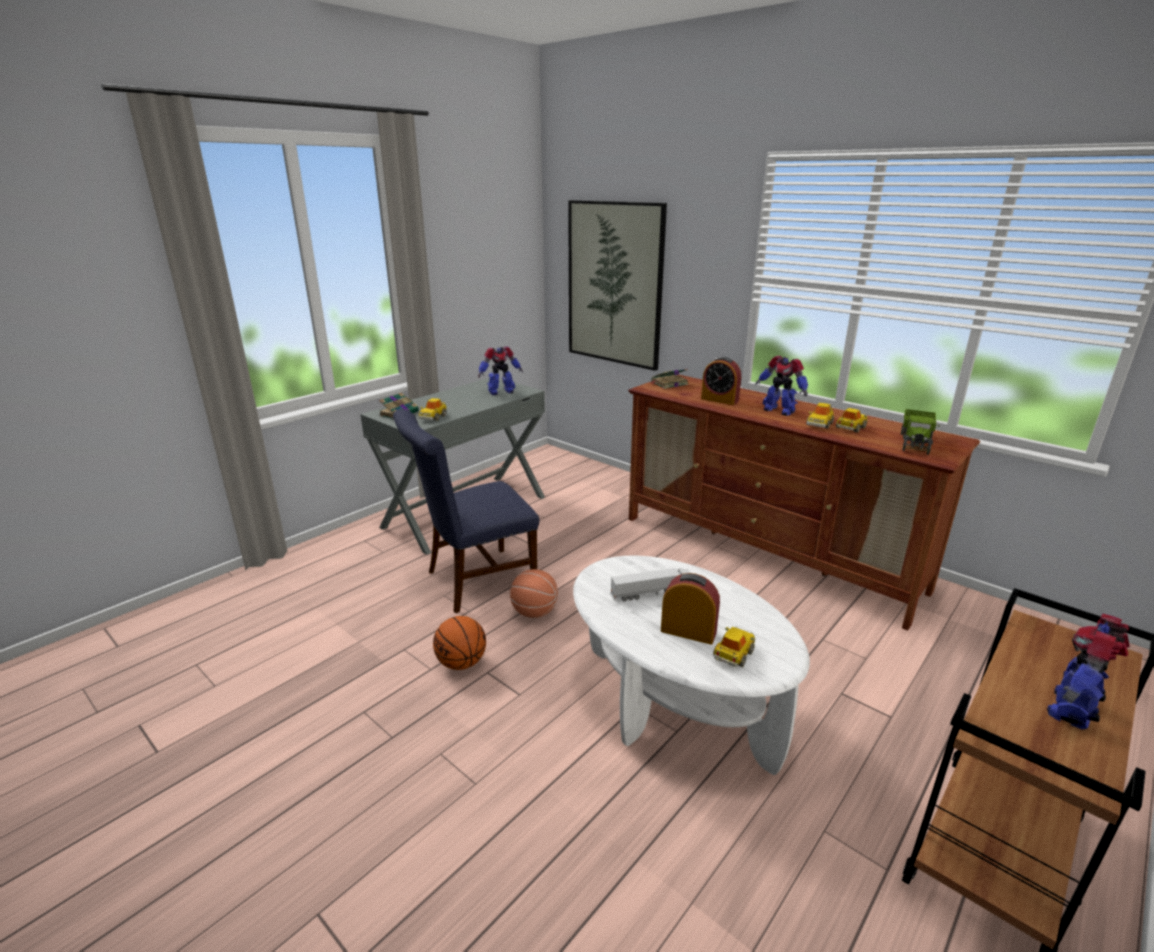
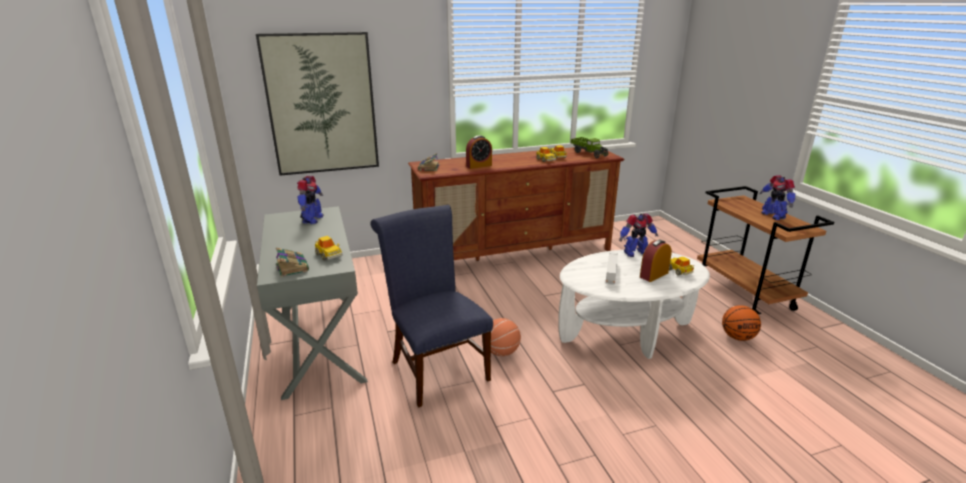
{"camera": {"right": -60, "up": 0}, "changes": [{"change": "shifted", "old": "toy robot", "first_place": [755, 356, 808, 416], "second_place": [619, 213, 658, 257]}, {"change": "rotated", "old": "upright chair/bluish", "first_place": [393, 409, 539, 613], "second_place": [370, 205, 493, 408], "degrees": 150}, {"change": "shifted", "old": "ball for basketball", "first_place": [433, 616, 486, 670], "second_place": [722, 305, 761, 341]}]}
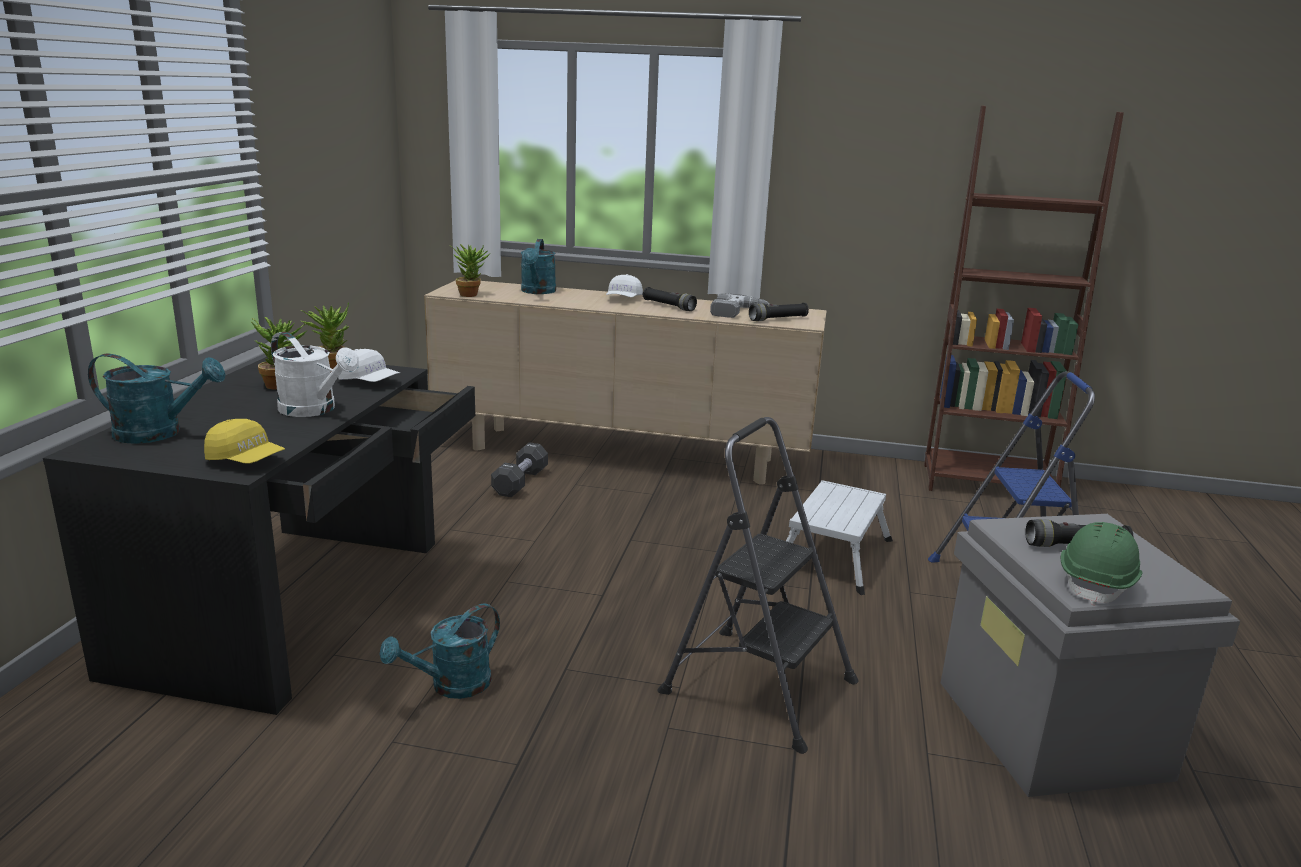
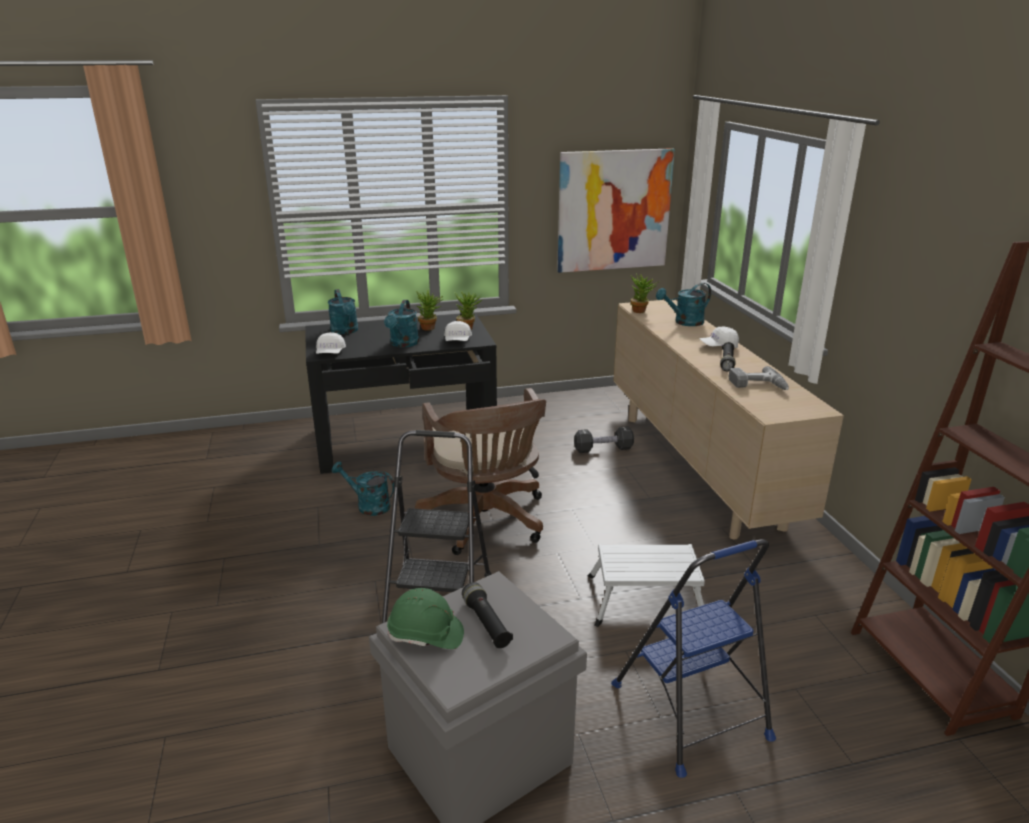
{"camera": {"right": 65, "up": 5}, "changes": [{"change": "gone", "old": "hand torch/black-coloured", "first_place": [749, 303, 809, 321]}, {"change": "repainted", "old": "sprinkling can/white", "new": "sprinkling can/blue-green", "first_place": [271, 332, 359, 417], "second_place": [384, 300, 419, 347]}, {"change": "repainted", "old": "peaked cap/yellowish", "new": "peaked cap/white", "first_place": [204, 419, 285, 464], "second_place": [316, 332, 346, 354]}, {"change": "new", "new": "picture", "second_place": [557, 148, 675, 273]}, {"change": "new", "new": "computer chair/brown", "second_place": [415, 388, 546, 555]}]}
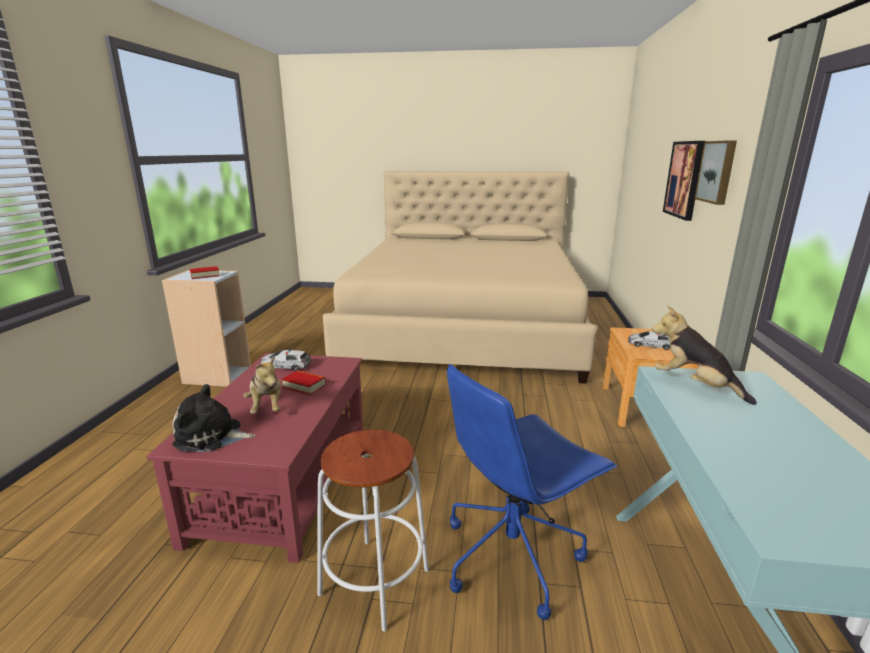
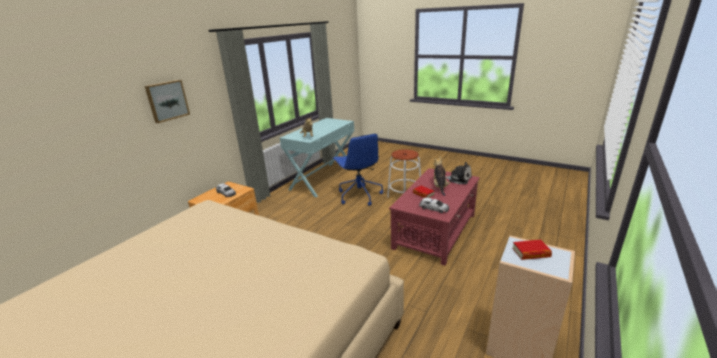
{"camera": {"right": -155, "up": 5}, "changes": [{"change": "gone", "old": "picture", "first_place": [663, 141, 704, 221]}, {"change": "rotated", "old": "computer chair/bluish", "first_place": [447, 364, 617, 620], "second_place": [333, 134, 383, 206], "degrees": 75}]}
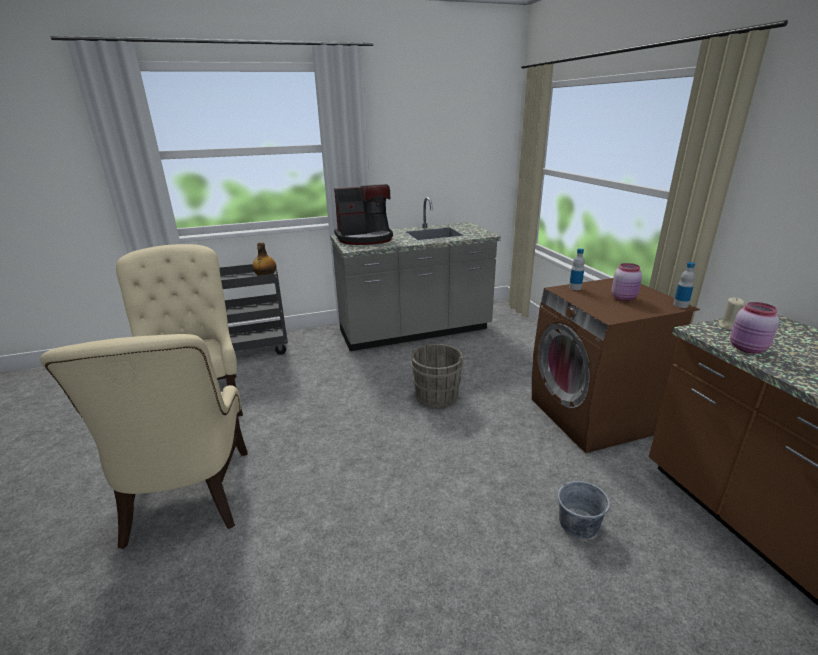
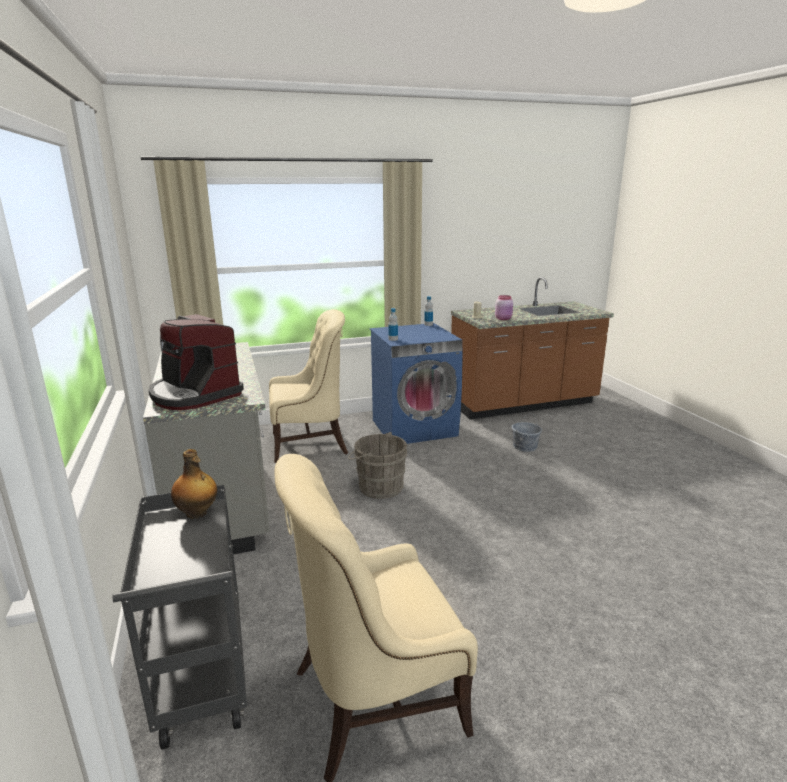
{"camera": {"right": -90, "up": -5}, "changes": [{"change": "rotated", "old": "coffee machine", "first_place": [334, 184, 393, 245], "second_place": [149, 314, 244, 410], "degrees": 150}, {"change": "gone", "old": "jar/pinkish", "first_place": [611, 263, 642, 301]}, {"change": "repainted", "old": "washing machine/brown", "new": "washing machine/bluish", "first_place": [532, 278, 700, 453], "second_place": [369, 323, 462, 444]}, {"change": "shifted", "old": "upright chair/sand-coloured", "first_place": [40, 334, 248, 549], "second_place": [269, 309, 348, 463]}]}
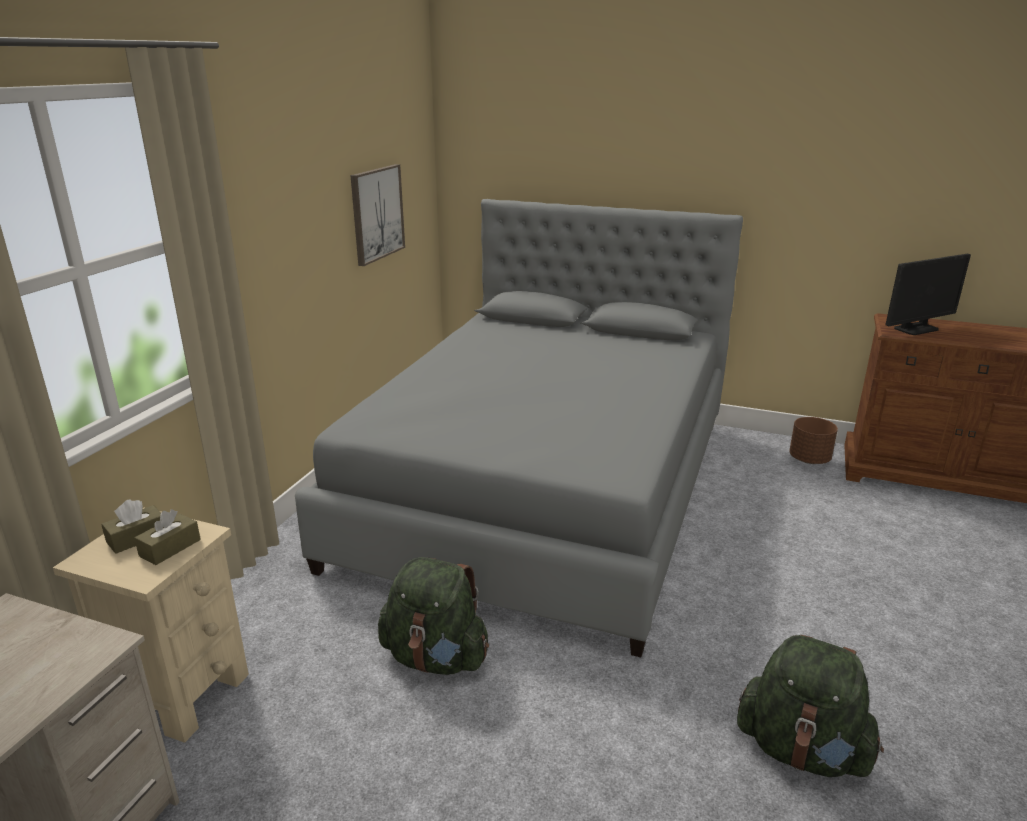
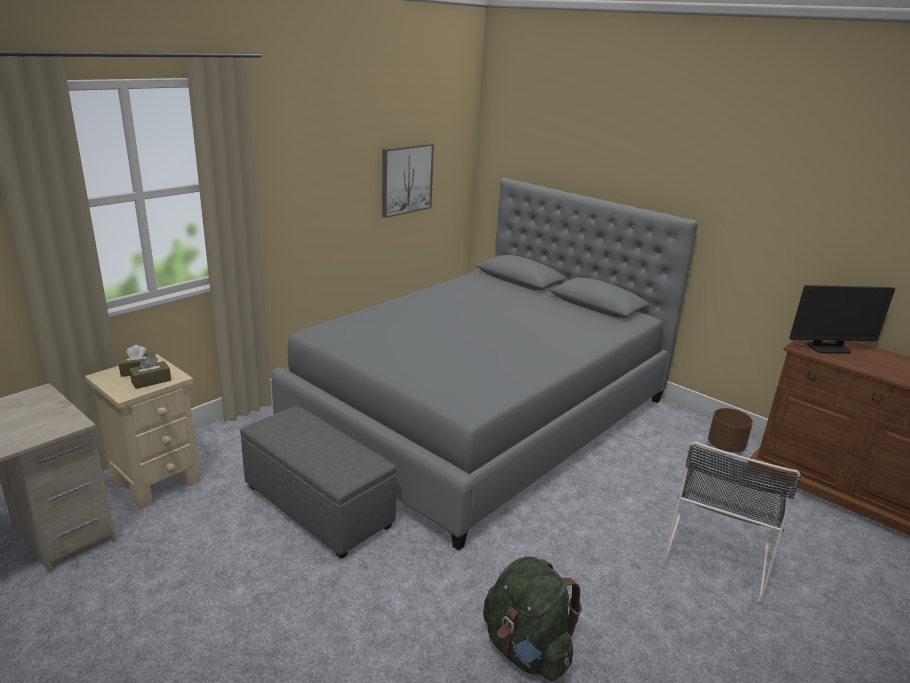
{"camera": {"right": 20, "up": 0}, "changes": [{"change": "swapped", "old": "backpack/green-coloured", "new": "ottoman/grey", "first_place": [378, 557, 489, 675], "second_place": [240, 406, 396, 559]}, {"change": "new", "new": "upright chair/black-coloured", "second_place": [661, 442, 801, 604]}]}
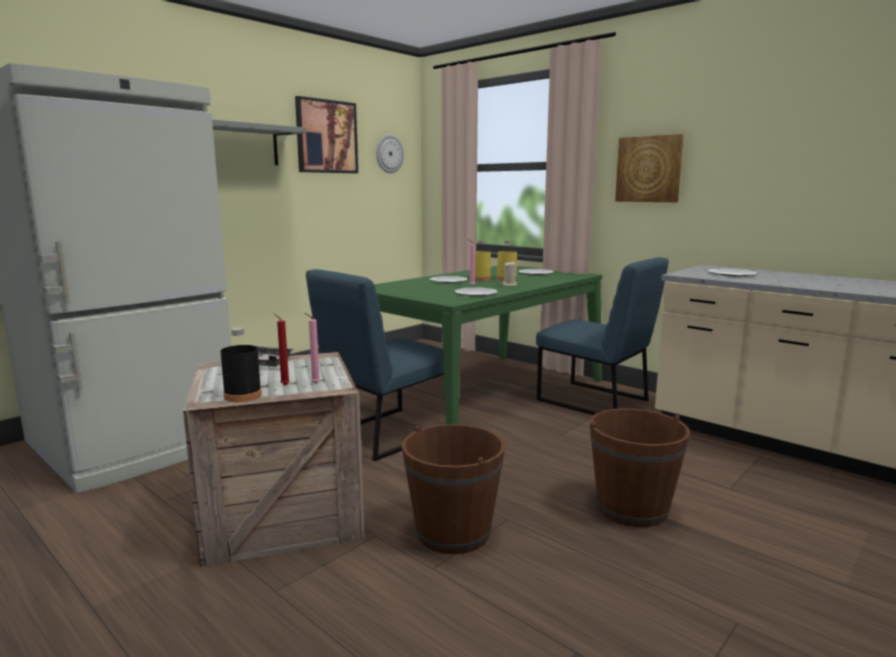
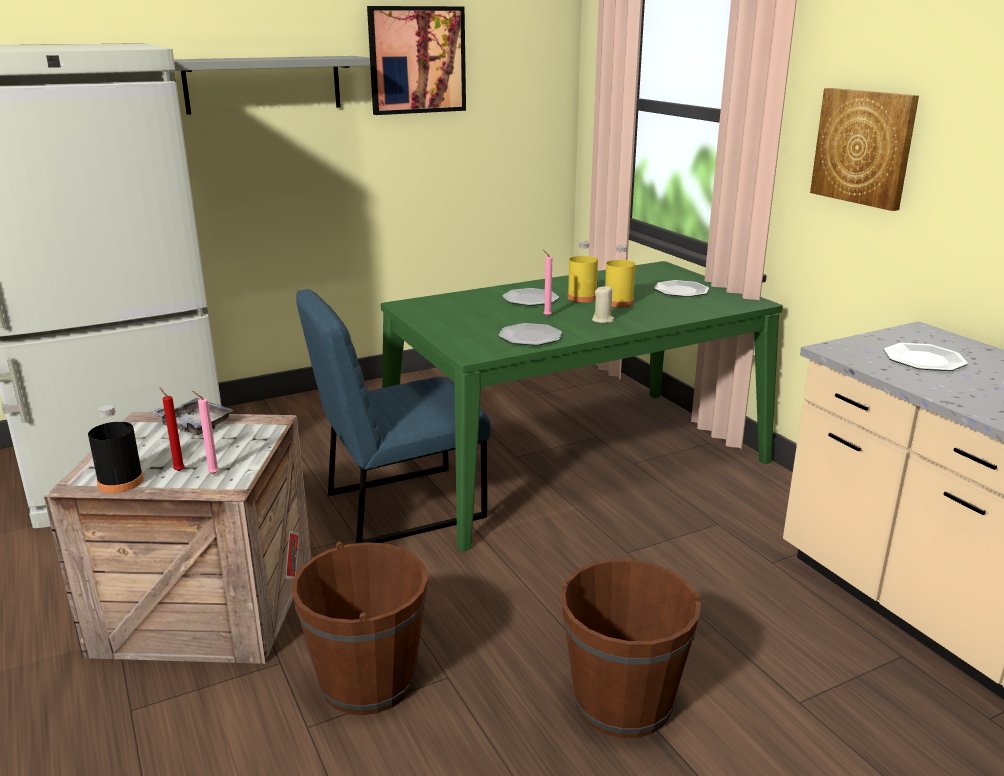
{"camera": {"right": 20, "up": 10}, "changes": [{"change": "gone", "old": "wall clock", "first_place": [376, 135, 404, 173]}, {"change": "gone", "old": "upright chair/bluish", "first_place": [536, 257, 669, 415]}]}
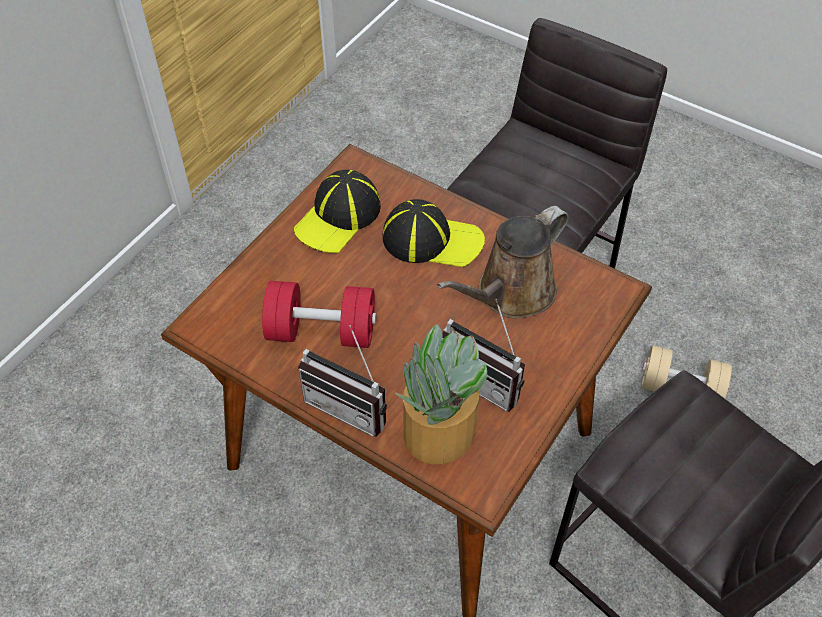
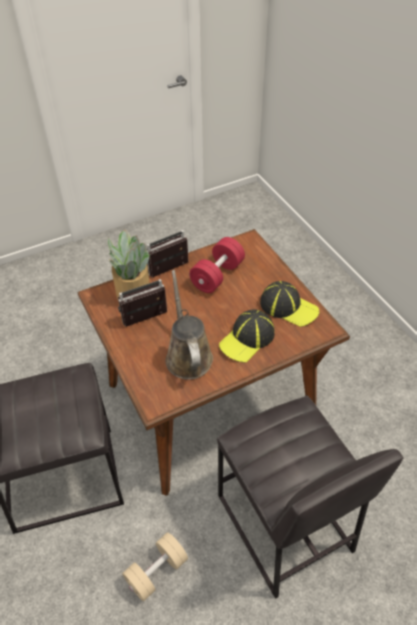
{"camera": {"right": 120, "up": -5}, "changes": [{"change": "rotated", "old": "peaked cap", "first_place": [294, 170, 381, 253], "second_place": [260, 281, 319, 327], "degrees": 150}]}
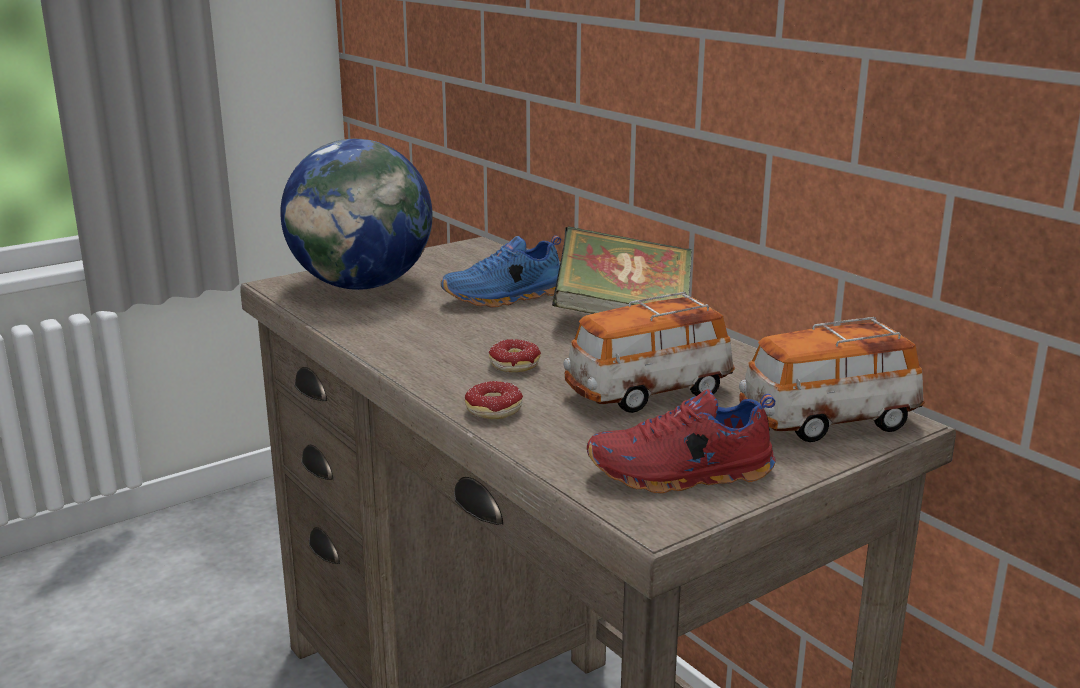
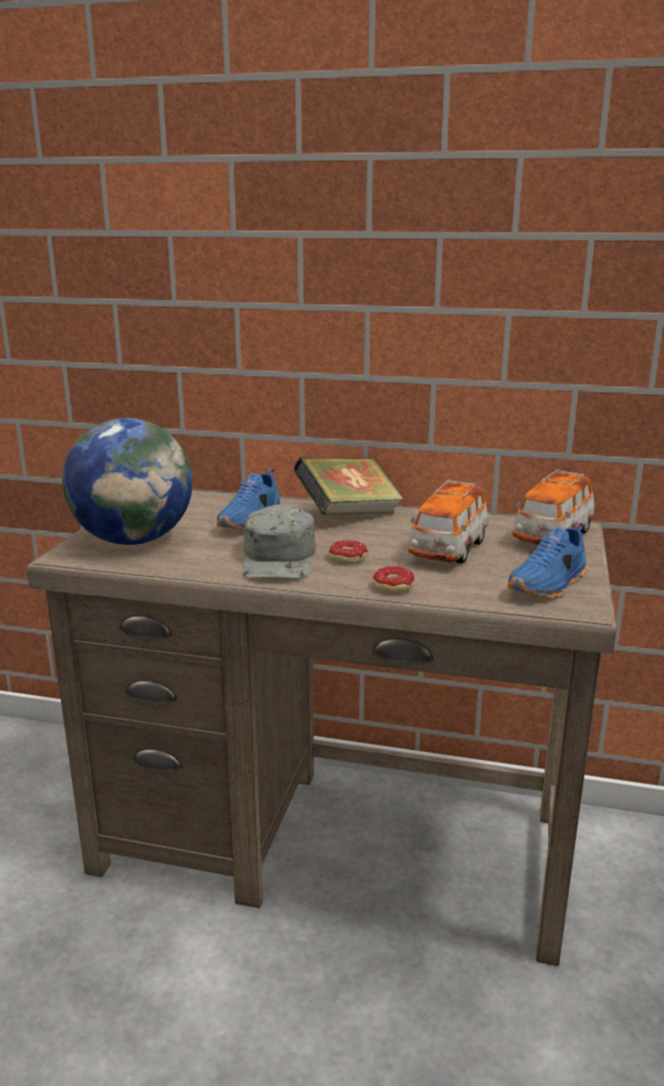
{"camera": {"right": -40, "up": 0}, "changes": [{"change": "repainted", "old": "low shoe/reddish", "new": "low shoe/bluish", "first_place": [587, 389, 776, 494], "second_place": [507, 522, 586, 599]}, {"change": "new", "new": "peaked cap/grey", "second_place": [242, 504, 316, 579]}]}
